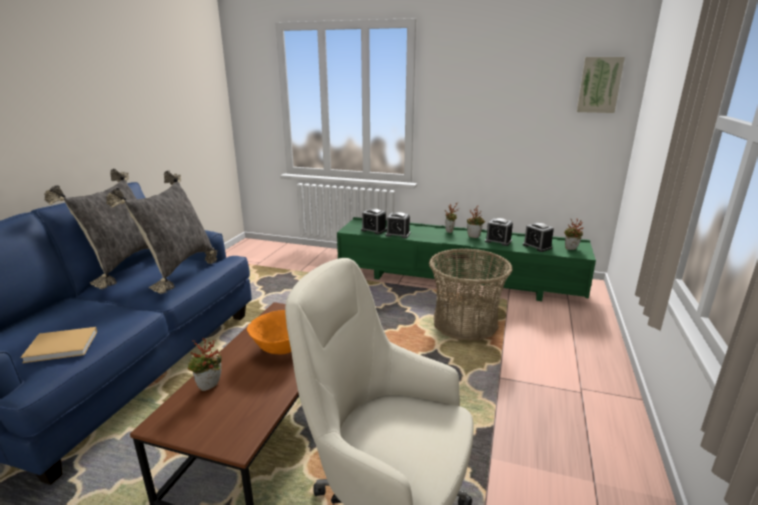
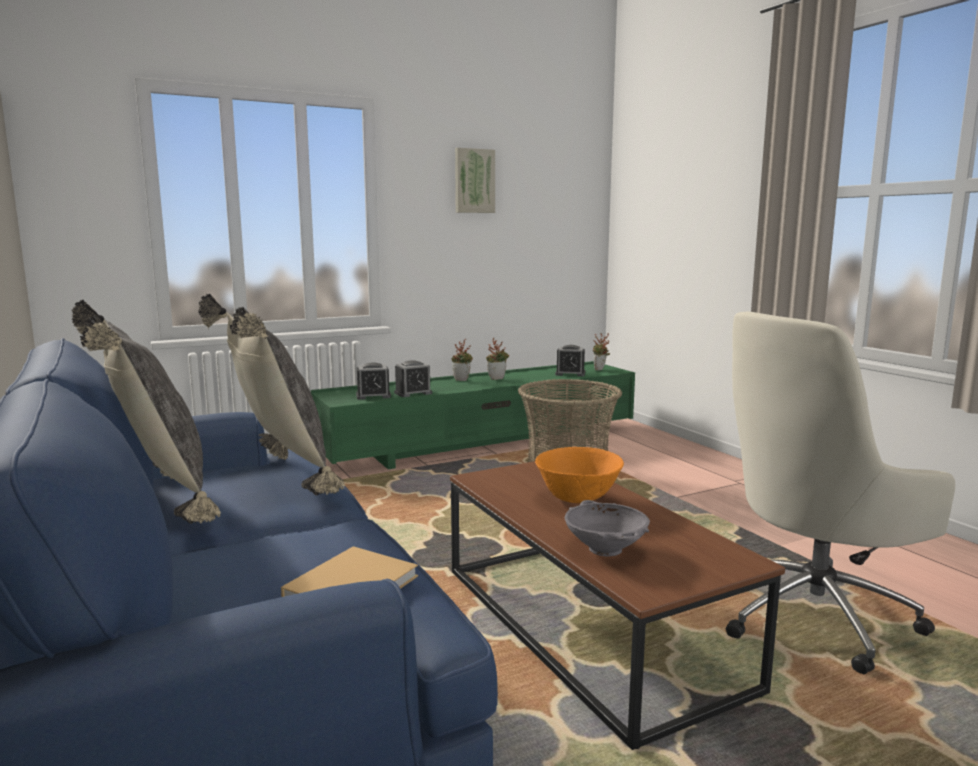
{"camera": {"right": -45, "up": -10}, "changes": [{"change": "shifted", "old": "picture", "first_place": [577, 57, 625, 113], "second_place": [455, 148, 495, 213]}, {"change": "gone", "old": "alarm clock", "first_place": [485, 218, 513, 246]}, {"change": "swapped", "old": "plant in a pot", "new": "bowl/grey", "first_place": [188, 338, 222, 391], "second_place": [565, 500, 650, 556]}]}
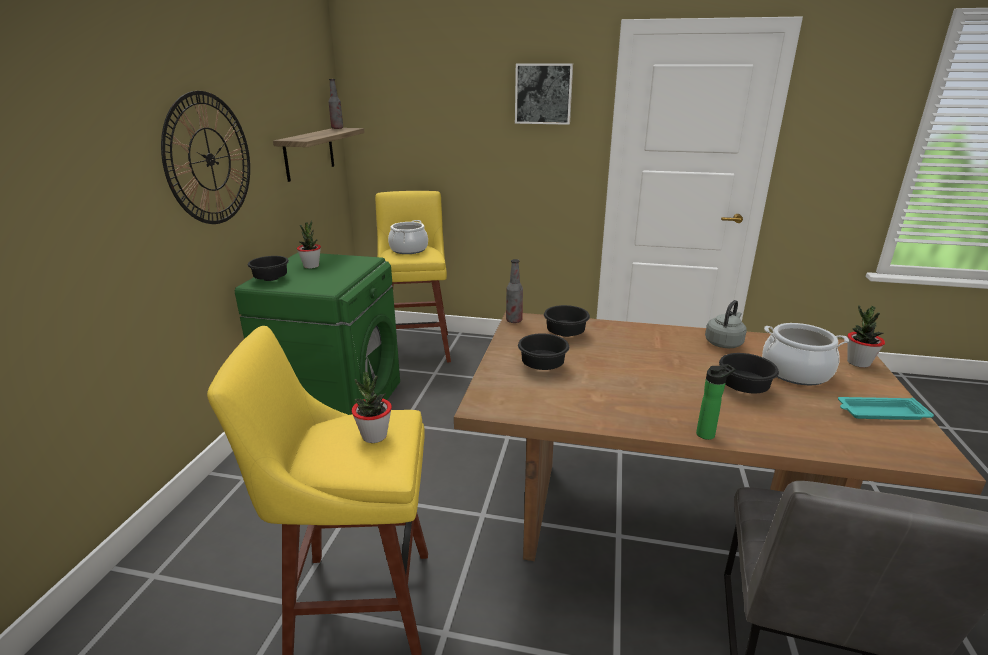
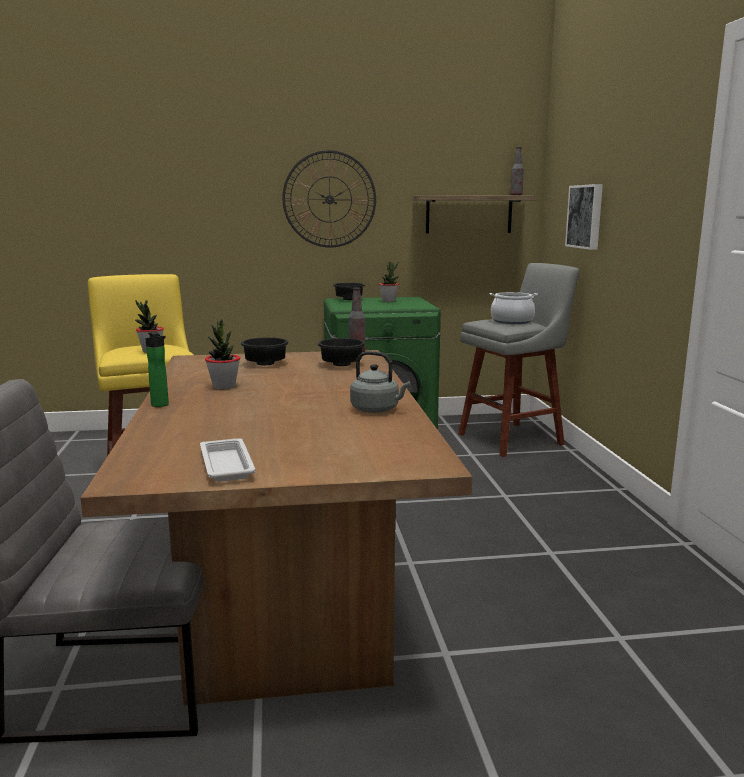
{"camera": {"right": 70, "up": -10}, "changes": [{"change": "shifted", "old": "picture", "first_place": [515, 63, 573, 125], "second_place": [565, 184, 603, 250]}, {"change": "repainted", "old": "stool/yellowish", "new": "stool/grey", "first_place": [375, 191, 451, 362], "second_place": [458, 263, 580, 457]}, {"change": "shifted", "old": "plant in a pot", "first_place": [847, 305, 885, 368], "second_place": [205, 318, 240, 389]}, {"change": "gone", "old": "cooking pot", "first_place": [762, 323, 849, 385]}, {"change": "gone", "old": "bowl/black-coloured", "first_place": [719, 353, 779, 393]}, {"change": "repainted", "old": "tray/blue-green", "new": "tray/white", "first_place": [838, 397, 934, 420], "second_place": [200, 438, 256, 482]}]}
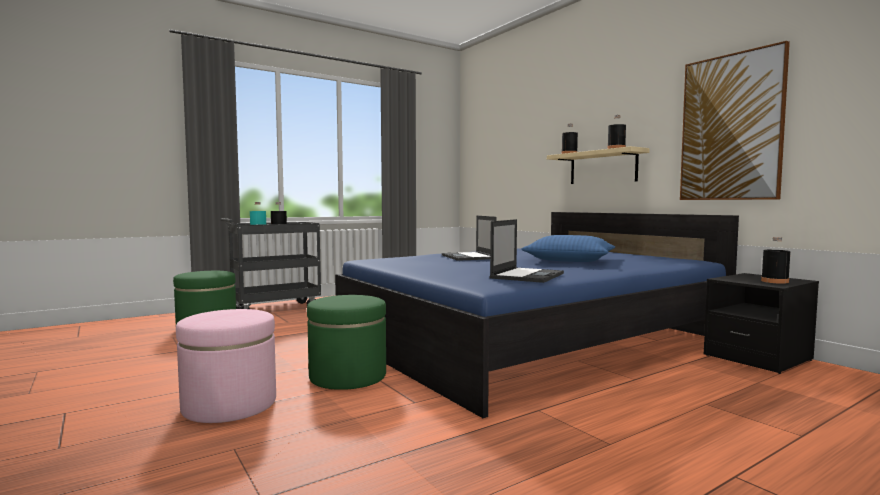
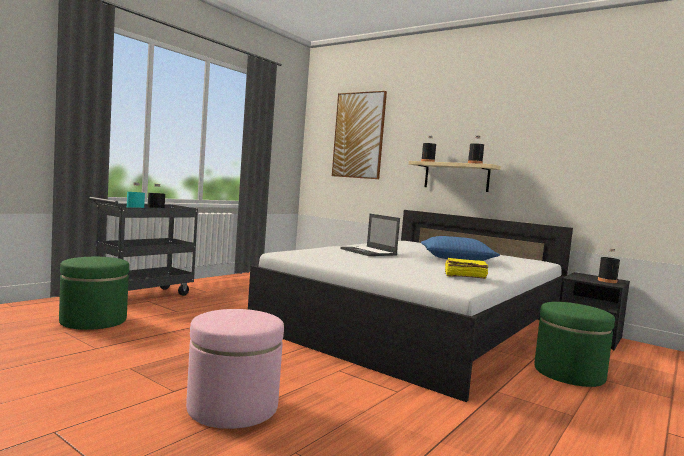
{"camera": {"right": -20, "up": 0}, "changes": [{"change": "shifted", "old": "picture", "first_place": [680, 41, 790, 200], "second_place": [332, 91, 387, 179]}, {"change": "repainted", "old": "bed/bluish", "new": "bed/white", "first_place": [335, 212, 739, 418], "second_place": [248, 210, 573, 402]}, {"change": "swapped", "old": "portable computer", "new": "book/yellowish", "first_place": [490, 219, 564, 283], "second_place": [445, 258, 488, 279]}, {"change": "shifted", "old": "ottoman/green-coloured", "first_place": [307, 295, 386, 390], "second_place": [534, 302, 615, 387]}]}
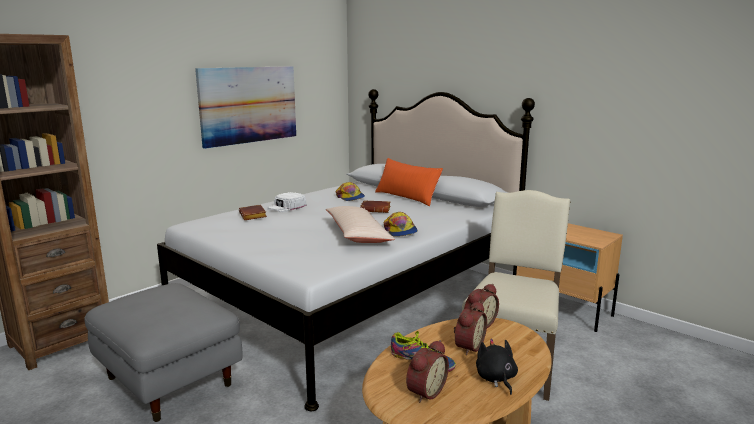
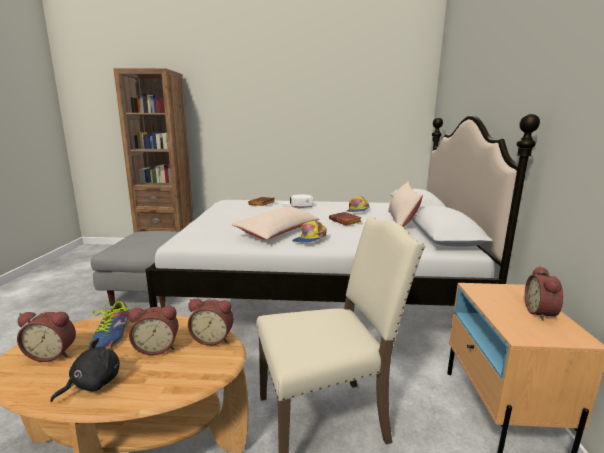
{"camera": {"right": 50, "up": 0}, "changes": [{"change": "gone", "old": "picture", "first_place": [195, 66, 296, 149]}, {"change": "repainted", "old": "throw pillow/orange", "new": "throw pillow/sand-coloured", "first_place": [375, 158, 443, 206], "second_place": [388, 181, 423, 227]}, {"change": "new", "new": "alarm clock", "second_place": [525, 266, 563, 321]}]}
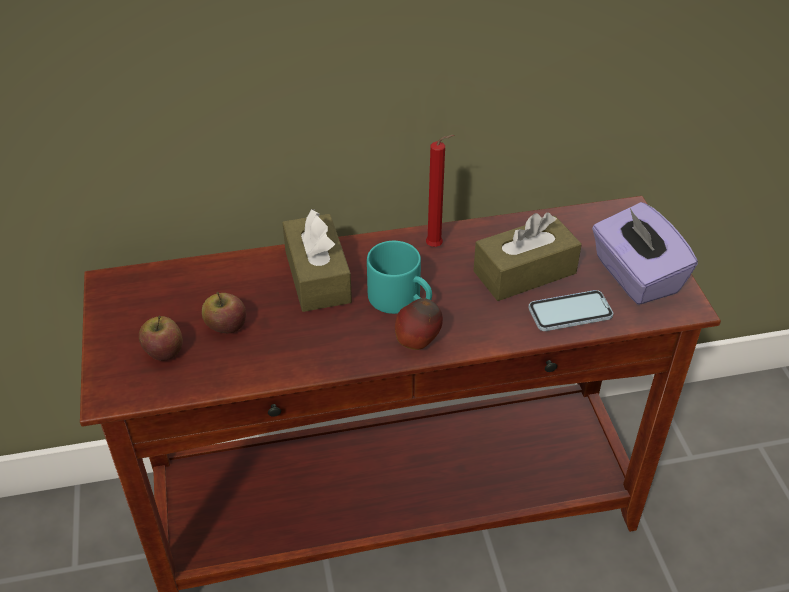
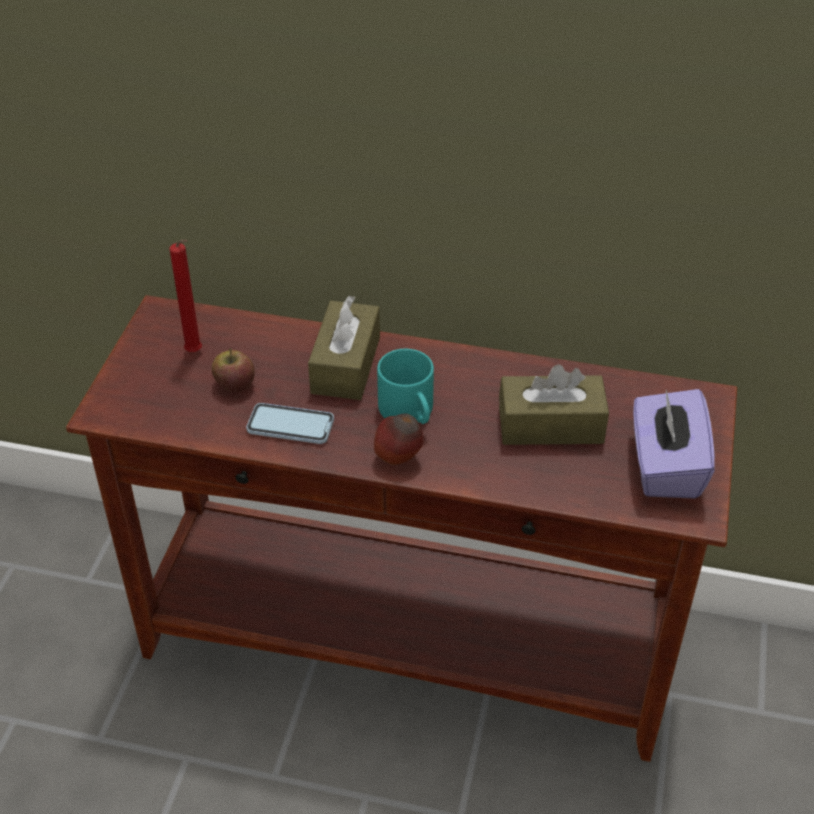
{"camera": {"right": 25, "up": 0}, "changes": [{"change": "shifted", "old": "wax candle/reddish", "first_place": [426, 135, 454, 247], "second_place": [169, 240, 202, 352]}, {"change": "shifted", "old": "handset", "first_place": [528, 290, 613, 331], "second_place": [246, 403, 334, 444]}, {"change": "gone", "old": "apple fruit", "first_place": [139, 316, 183, 361]}]}
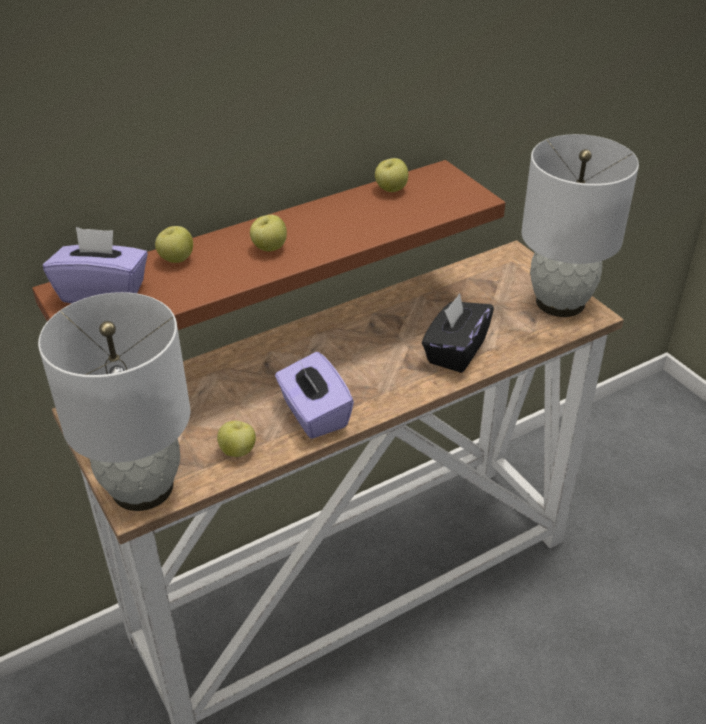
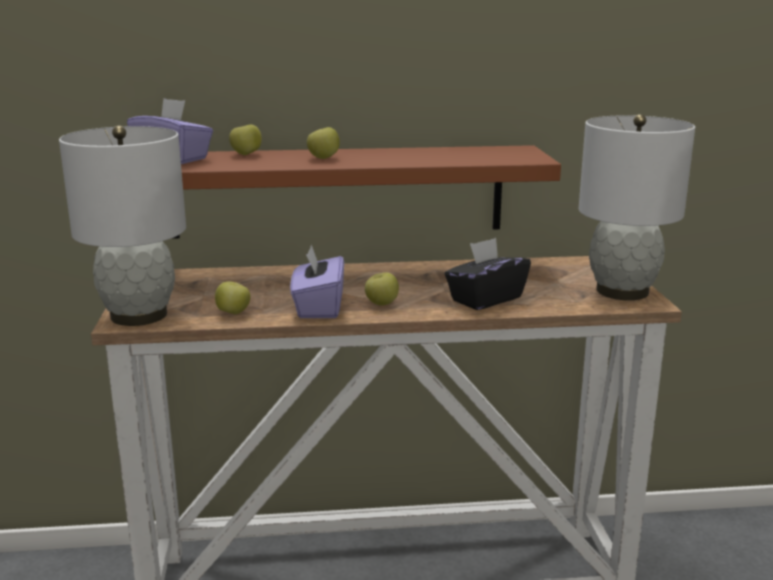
{"camera": {"right": 25, "up": -20}, "changes": [{"change": "shifted", "old": "apple fruit", "first_place": [375, 158, 408, 192], "second_place": [365, 272, 399, 306]}]}
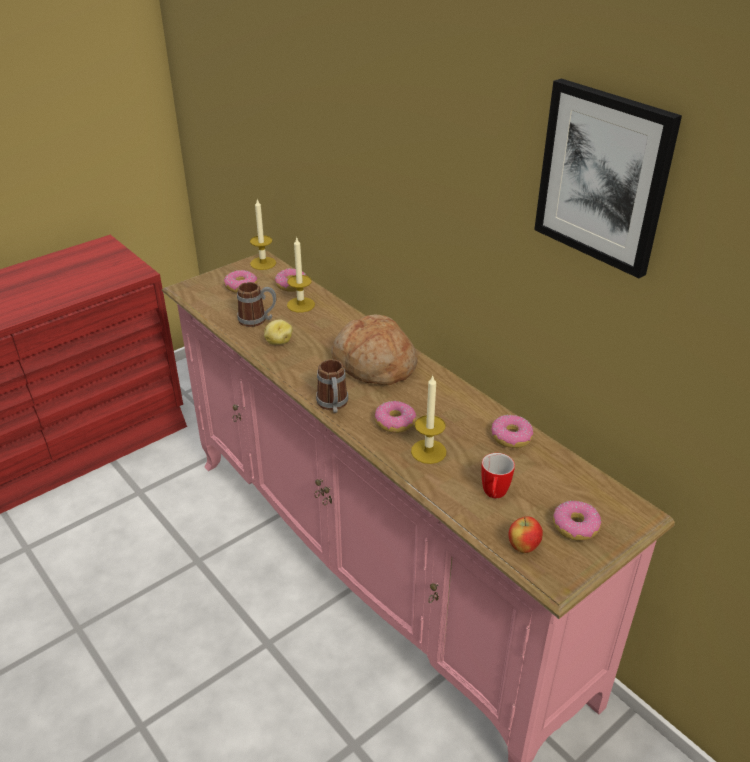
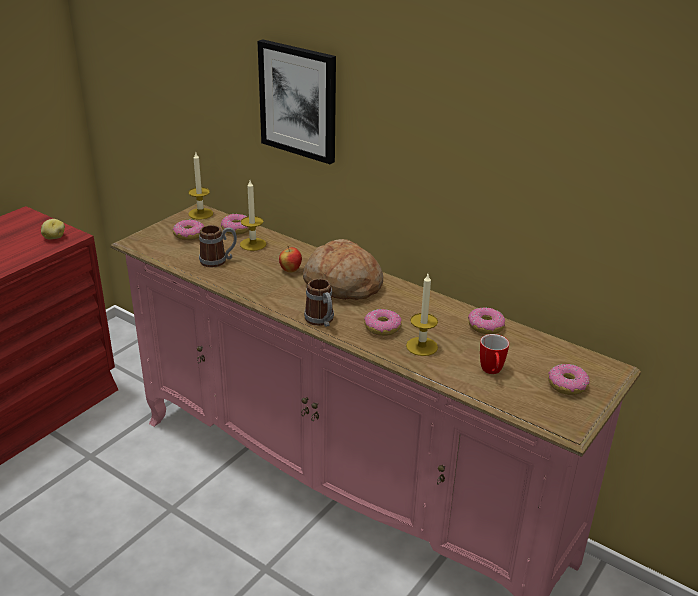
{"camera": {"right": -15, "up": -5}, "changes": [{"change": "shifted", "old": "picture", "first_place": [534, 78, 682, 278], "second_place": [257, 39, 336, 164]}, {"change": "shifted", "old": "spud", "first_place": [264, 319, 293, 345], "second_place": [41, 219, 65, 239]}, {"change": "shifted", "old": "apple fruit", "first_place": [509, 517, 543, 553], "second_place": [279, 246, 302, 273]}]}
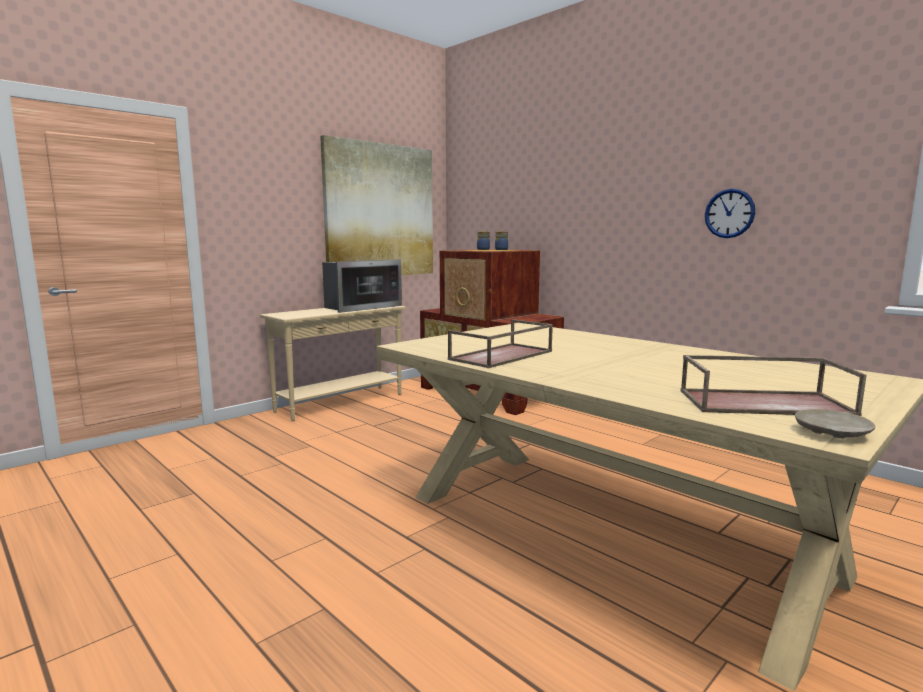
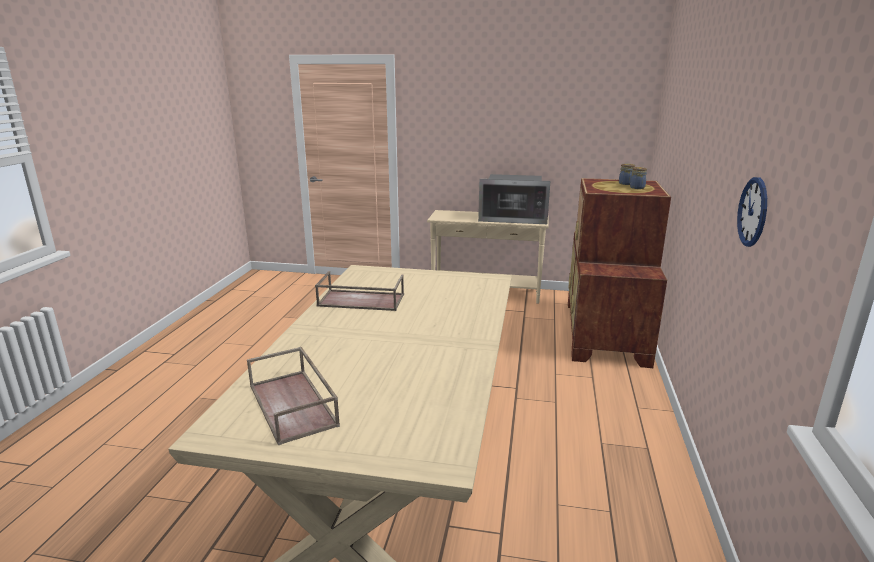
{"camera": {"right": 55, "up": 10}, "changes": [{"change": "gone", "old": "picture", "first_place": [320, 135, 433, 275]}, {"change": "gone", "old": "dinner plate/sand-coloured", "first_place": [795, 409, 875, 439]}]}
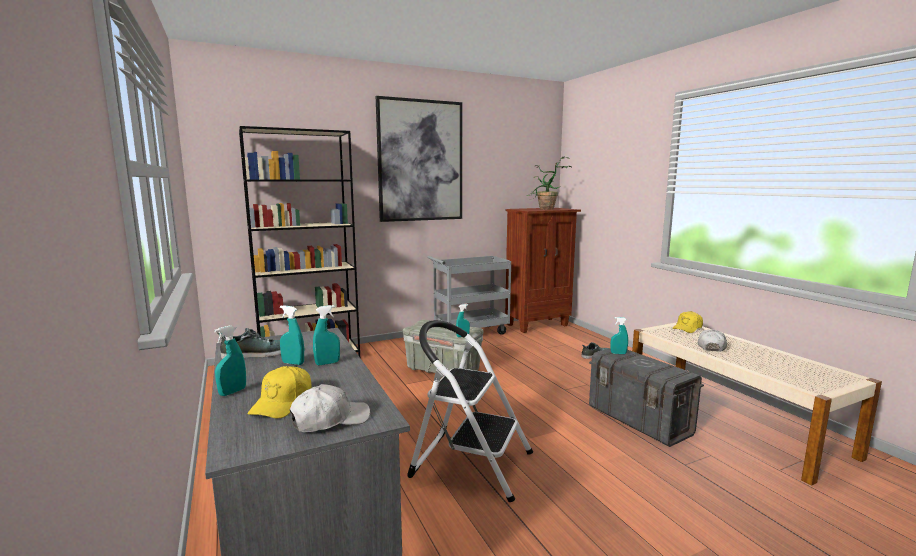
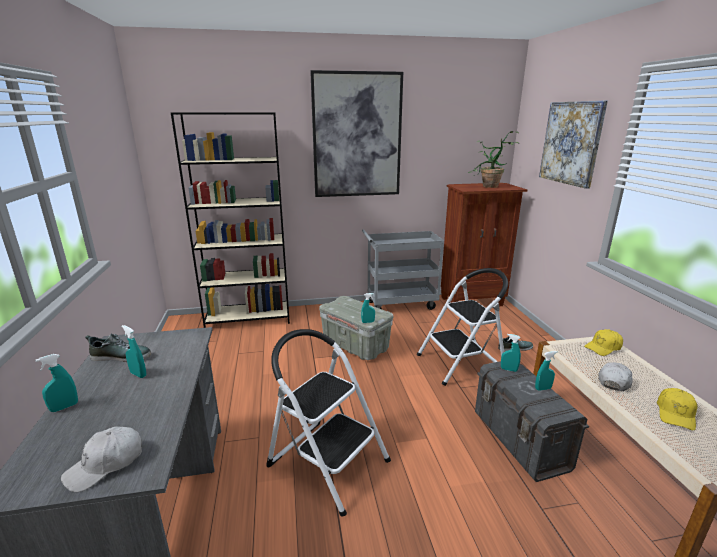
{"camera": {"right": 15, "up": 10}, "changes": [{"change": "shifted", "old": "spray bottle/blue-green", "first_place": [313, 305, 340, 365], "second_place": [535, 351, 557, 391]}, {"change": "shifted", "old": "peaked cap/yellowish", "first_place": [248, 366, 311, 418], "second_place": [657, 388, 698, 430]}, {"change": "rotated", "old": "peaked cap/white", "first_place": [290, 384, 370, 432], "second_place": [61, 426, 142, 492], "degrees": 150}, {"change": "new", "new": "picture", "second_place": [539, 101, 608, 189]}, {"change": "new", "new": "step stool", "second_place": [417, 268, 508, 386]}]}
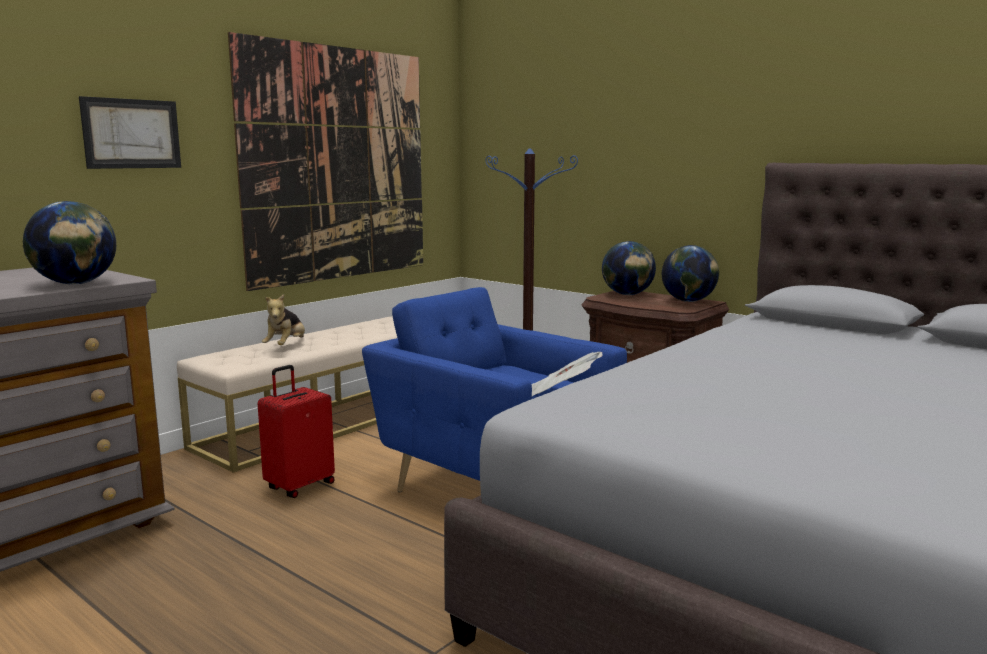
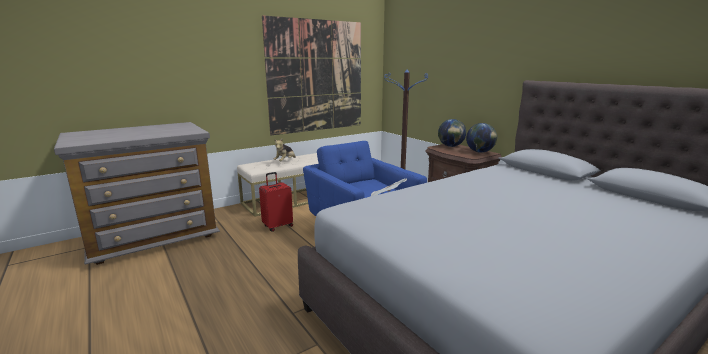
{"camera": {"right": 15, "up": 5}, "changes": [{"change": "gone", "old": "picture", "first_place": [79, 96, 181, 169]}, {"change": "gone", "old": "desk globe", "first_place": [23, 201, 116, 285]}]}
